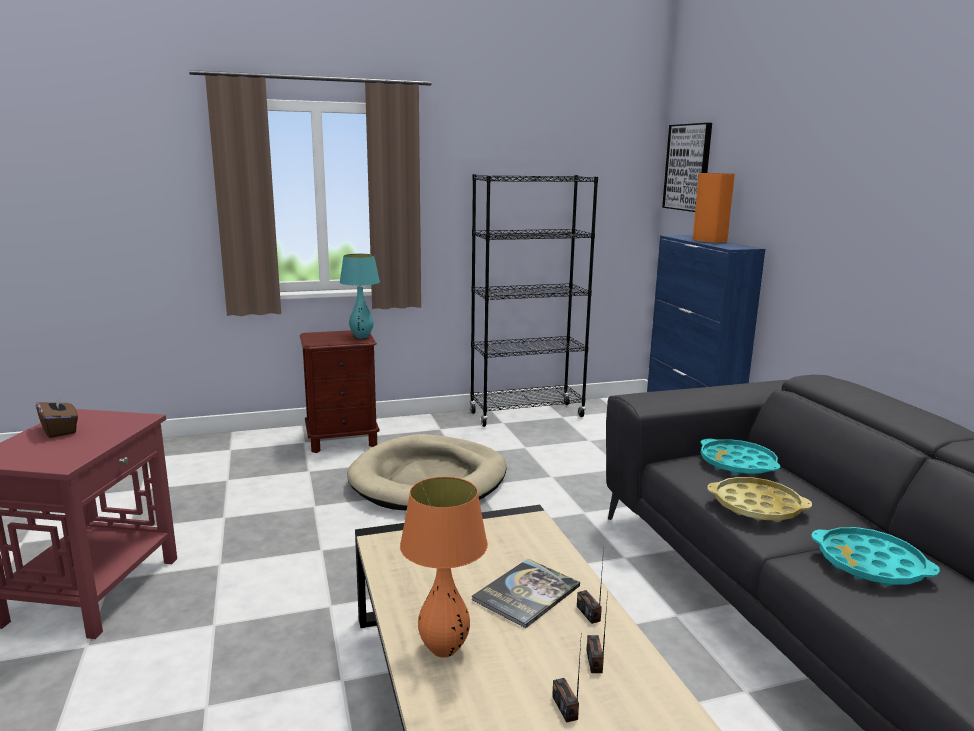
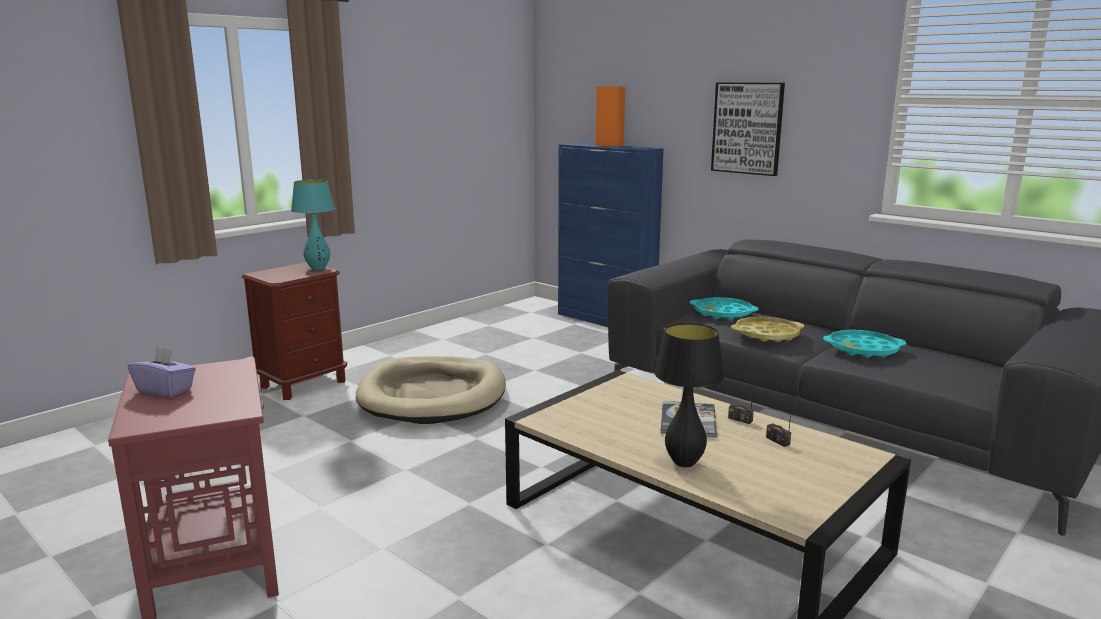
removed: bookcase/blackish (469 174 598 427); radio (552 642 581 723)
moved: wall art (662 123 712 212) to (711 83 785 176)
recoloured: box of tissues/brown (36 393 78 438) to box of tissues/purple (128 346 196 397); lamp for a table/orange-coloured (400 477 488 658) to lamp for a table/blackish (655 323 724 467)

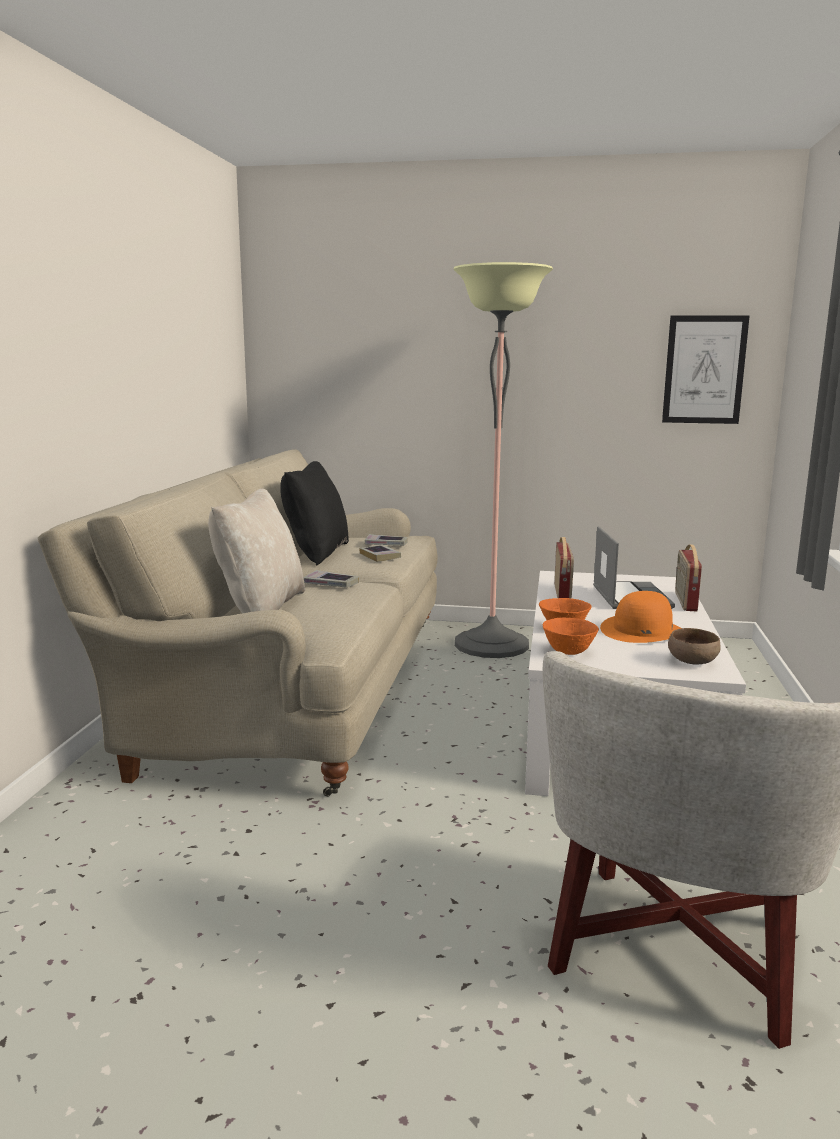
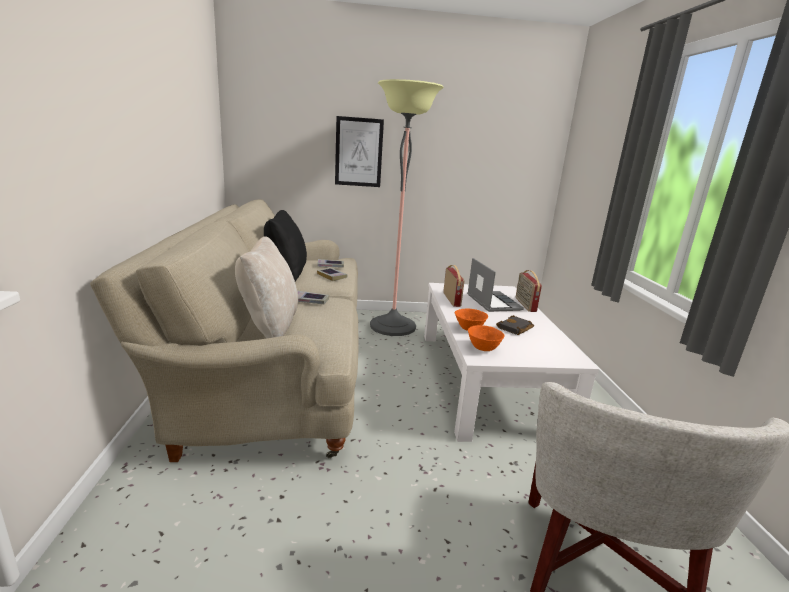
removed: bowl/brown (668 628 720 665)
moved: wall art (662 315 750 424) to (335 116 384 187)
replaced: hat/orange-coloured (600 591 682 643) to book/blackish (496 315 534 335)

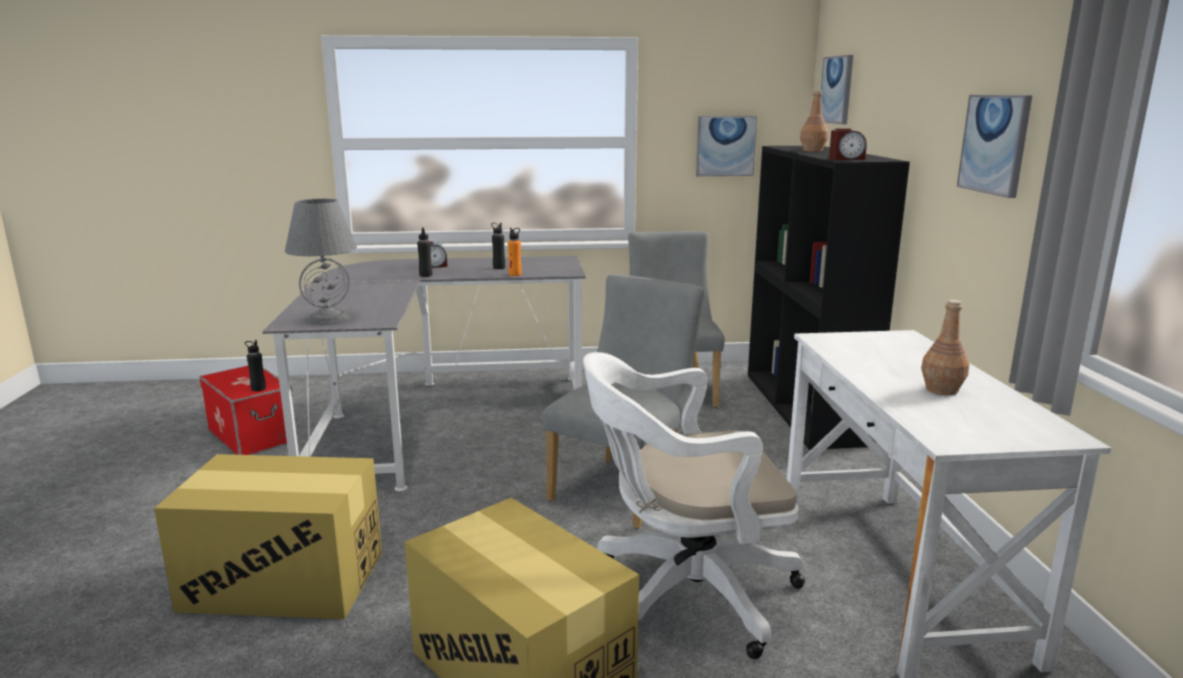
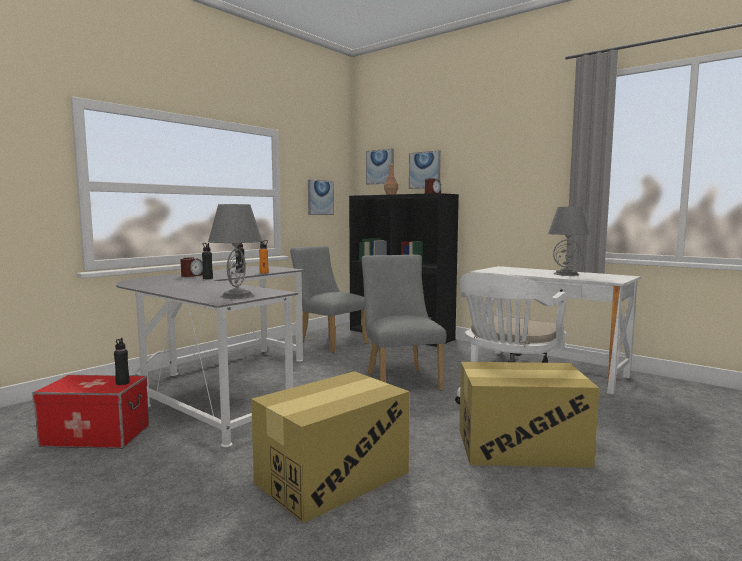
moved: wall art (957 95 1032 198) to (409 150 441 189)
replaced: bottle/brown (921 300 969 395) to lamp for a table/greyish (548 207 589 276)

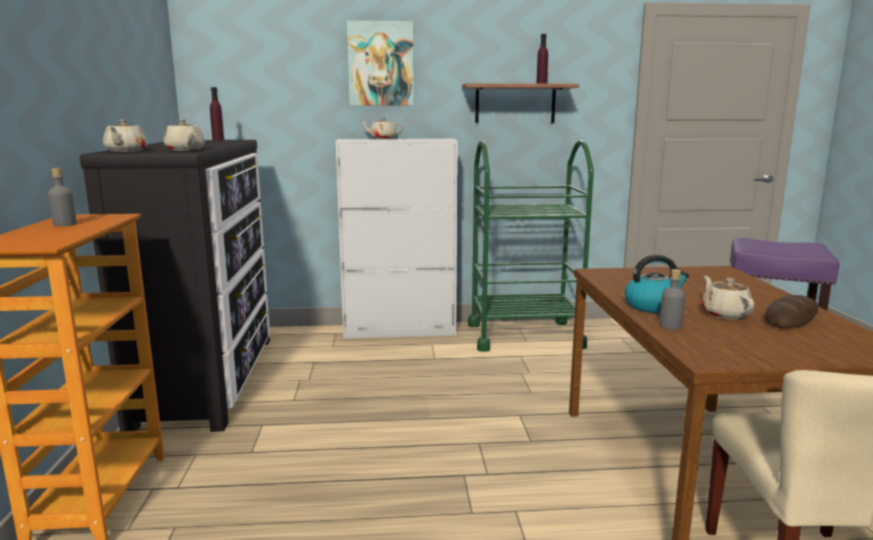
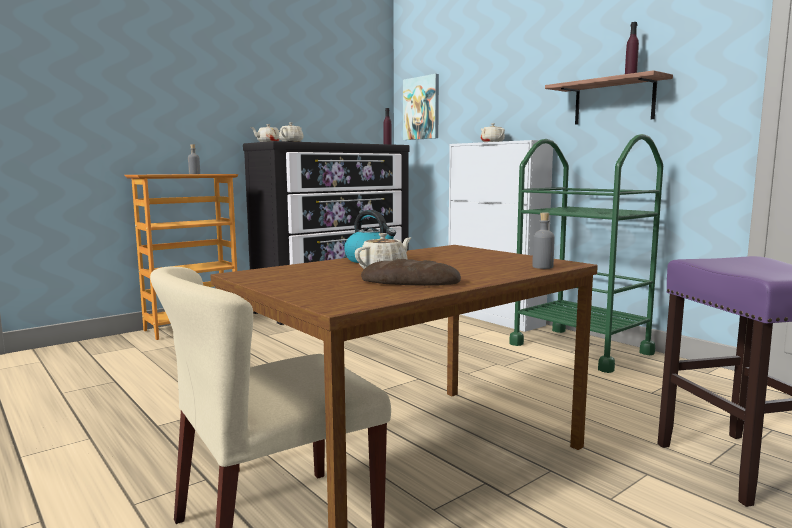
moved: wall art (347 20 414 106) to (403 74 439 140); bottle/greyish (659 269 685 330) to (532 213 555 269)

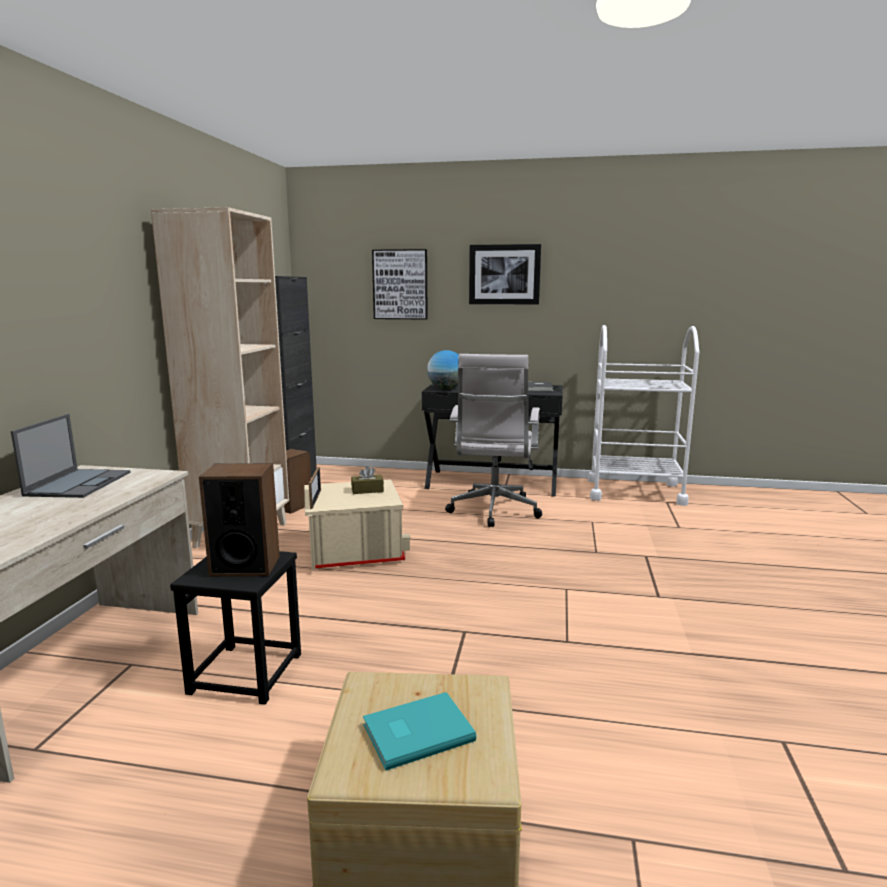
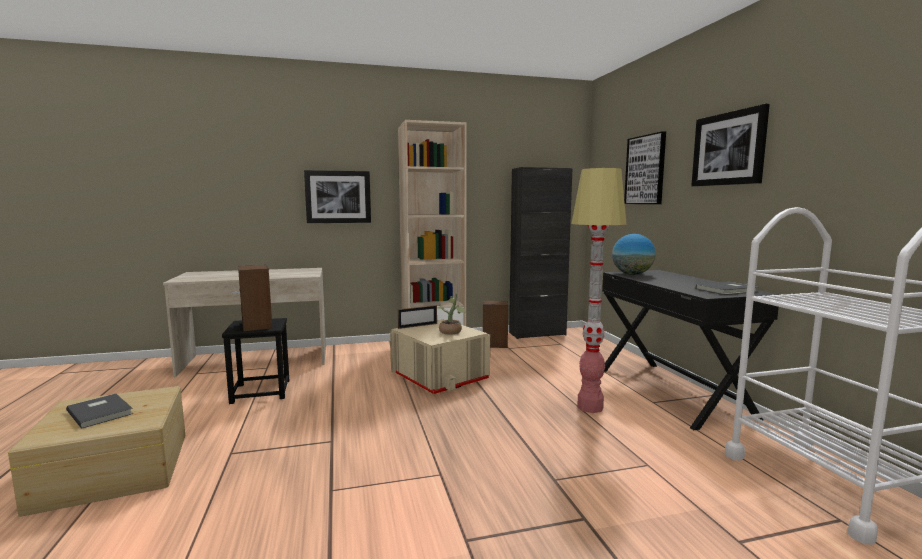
removed: portable computer (11 414 131 498)
added: wall art (304 170 371 223)
replaced: box of tissues/brown (351 466 384 494) to potted plant (438 293 466 334); desk chair/white-coloured (445 354 542 527) to standing lamp (571 168 627 413)
recoloured: book/turquoise (363 692 476 771) to book/greyish (66 394 133 429)

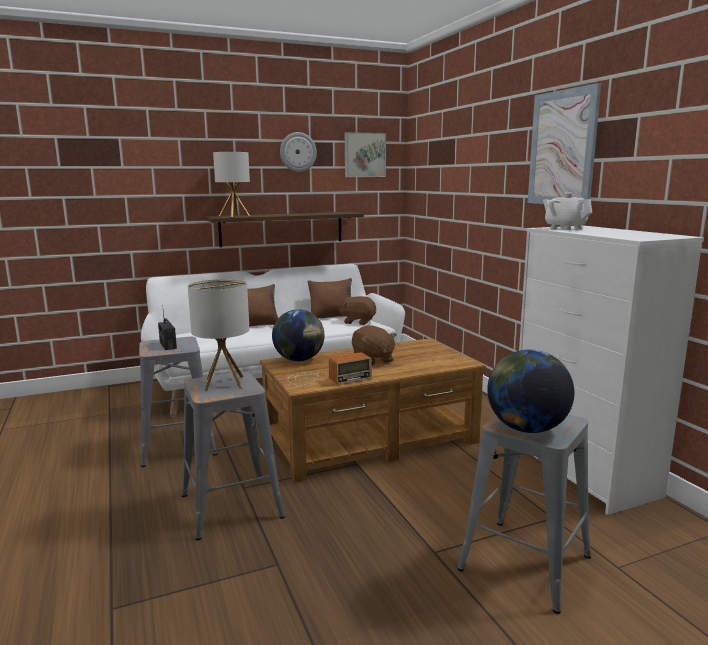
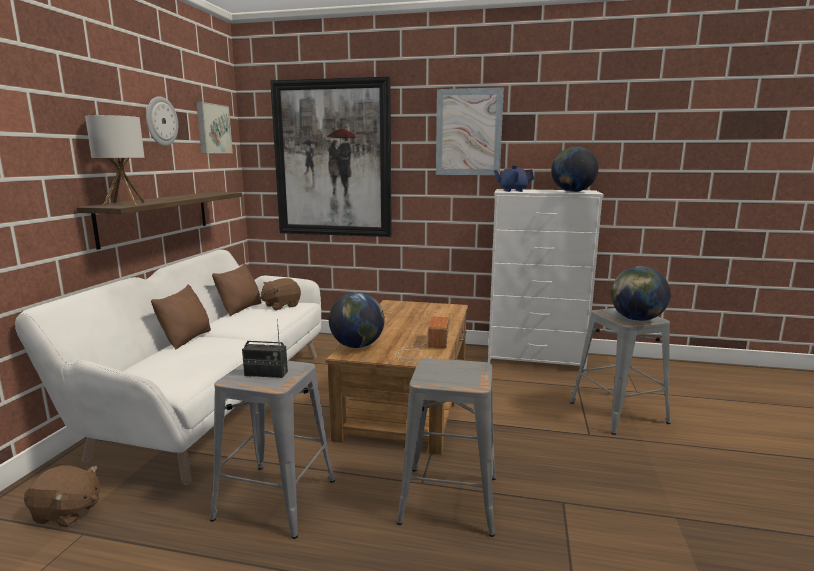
removed: lamp for a table (188 279 250 391)
added: wall art (270 77 392 237); desk globe (551 146 599 192)
moved: soft toy/brown (352 325 397 366) to (24 465 100 527)
recoloured: tea pot/white-coloured (543 193 592 230) to tea pot/blue (494 165 534 192)

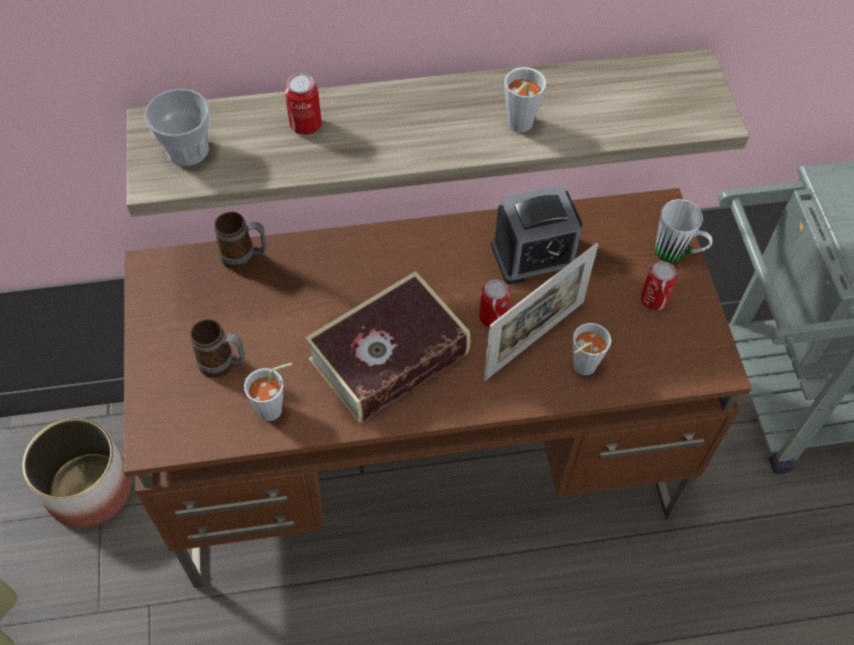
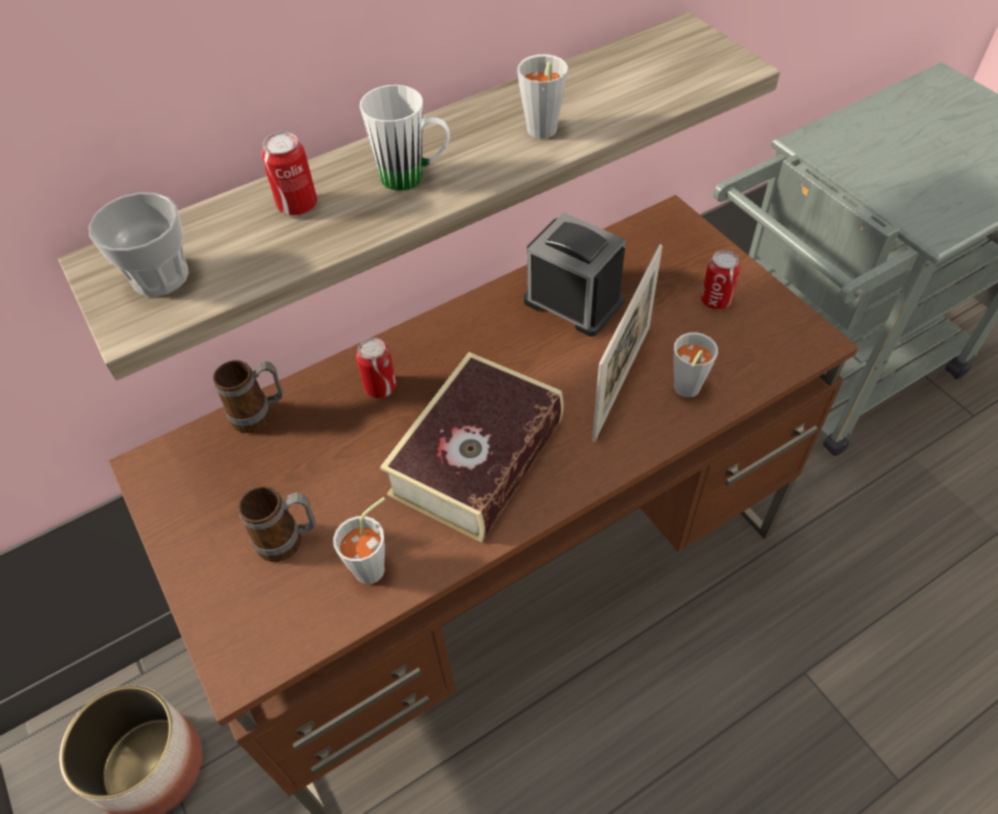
moved: can (479 279 510 327) to (356 338 396 398); coffee mug/white-coloured (655 199 713 263) to (360 85 450 191)
turned: alarm clock (491 185 582 285) = (524 212 626 337) 105 degrees counterclockwise

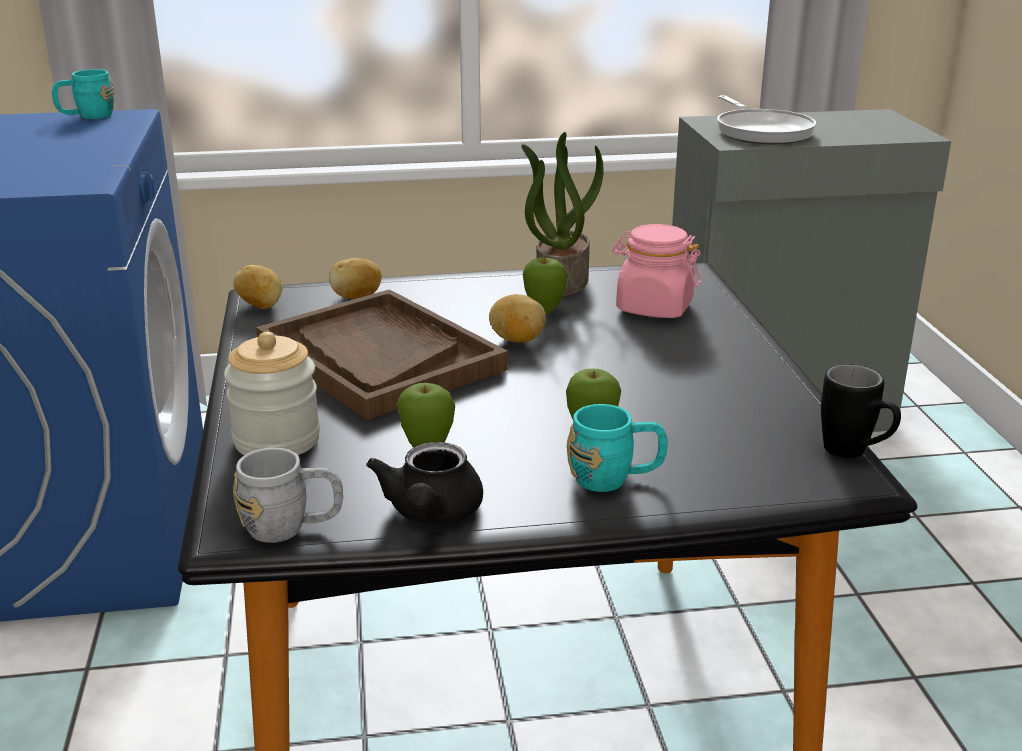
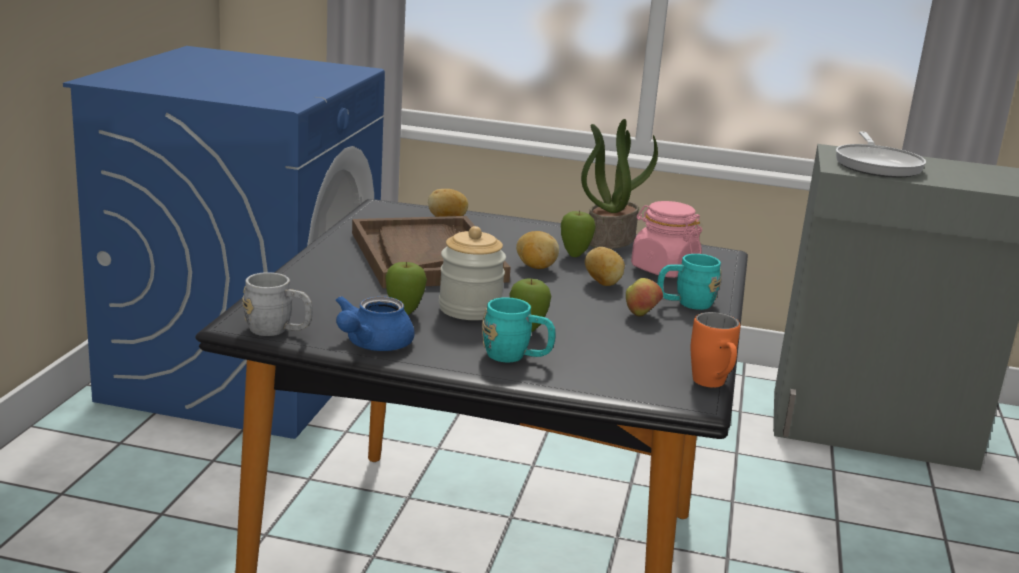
added: whole apple (626 278 663 317)
moved: coffee mug/turquoise (52 69 114 119) to (657 254 721 310); preserve jar (224 332 320 455) to (439 226 506 320); spud (233 265 282 309) to (585 247 625 286)
recoloured: tea pot/blackish (366 442 483 524) to tea pot/blue (335 296 415 351); coffee mug/blackish (821 364 901 458) to coffee mug/orange-coloured (691 312 740 388)

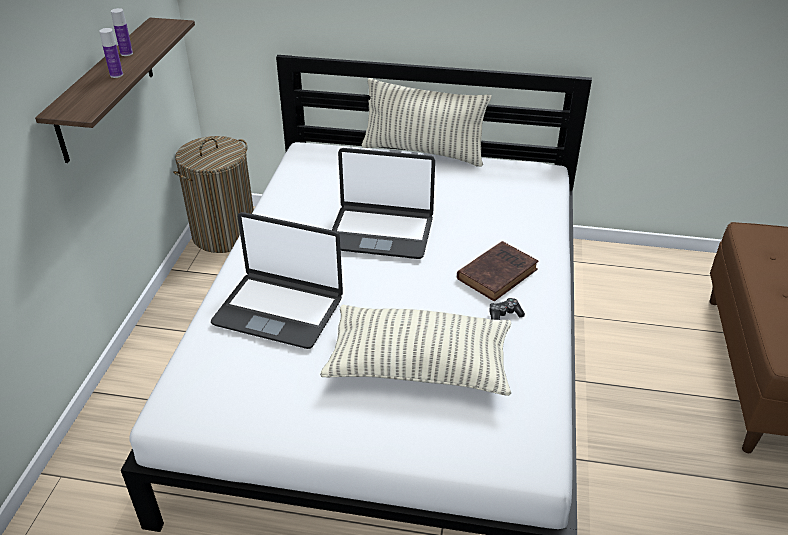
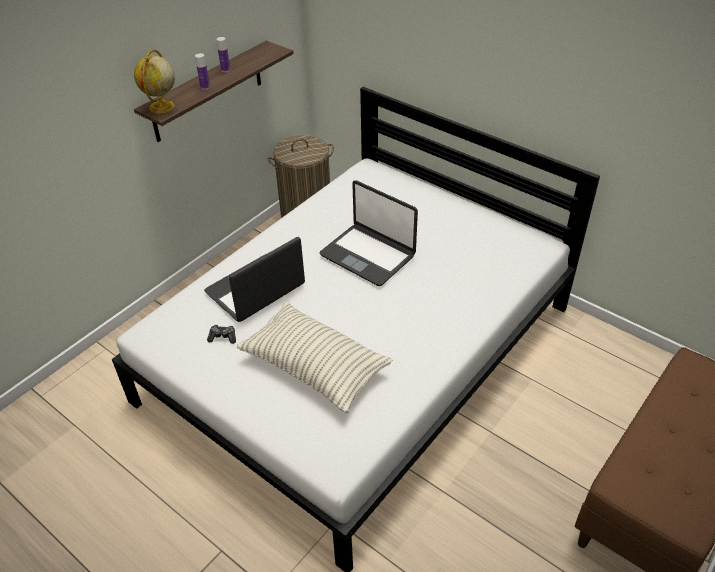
removed: pillow (362 78 491 167); book/brown (457 241 539 301)
added: desk globe (134 49 175 113)
moved: joypad (489 298 525 320) to (207 325 236 344)
turned: portable computer (211 212 343 349) = (204 237 305 322) 90 degrees clockwise

